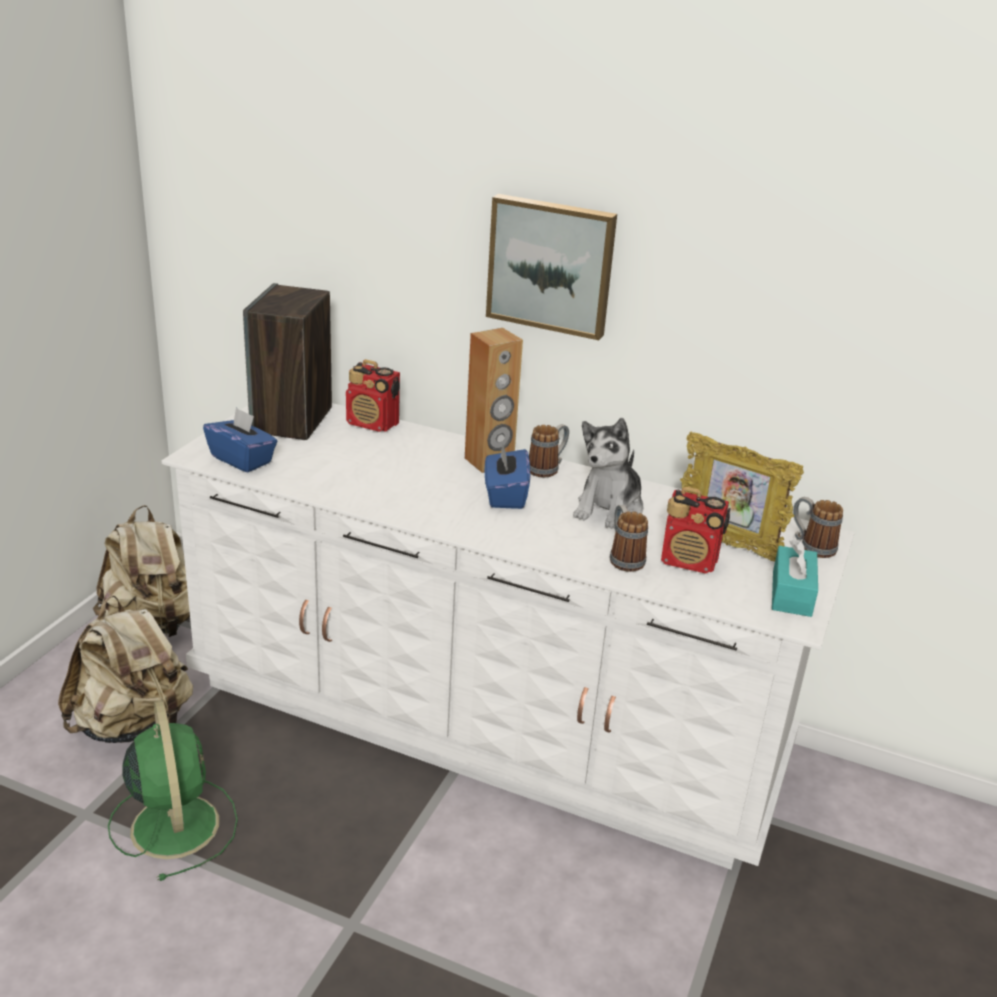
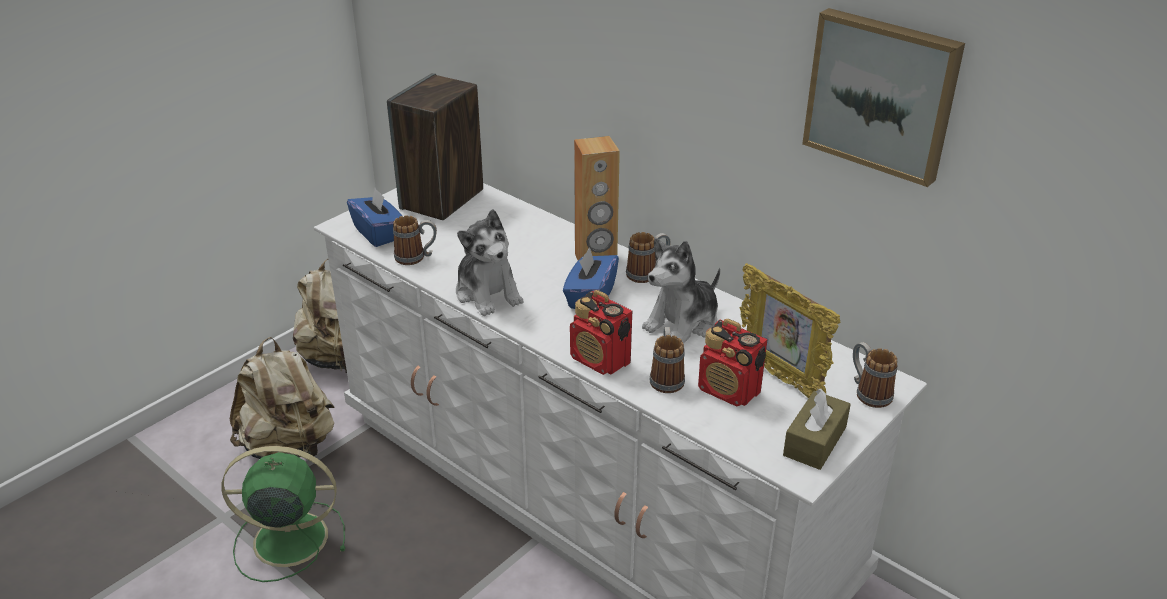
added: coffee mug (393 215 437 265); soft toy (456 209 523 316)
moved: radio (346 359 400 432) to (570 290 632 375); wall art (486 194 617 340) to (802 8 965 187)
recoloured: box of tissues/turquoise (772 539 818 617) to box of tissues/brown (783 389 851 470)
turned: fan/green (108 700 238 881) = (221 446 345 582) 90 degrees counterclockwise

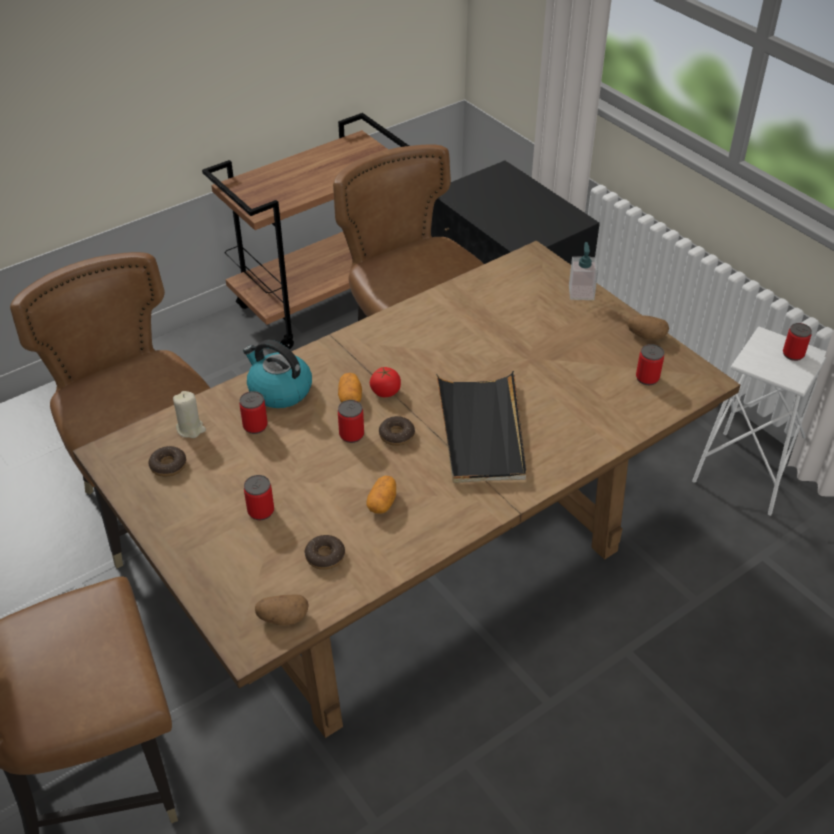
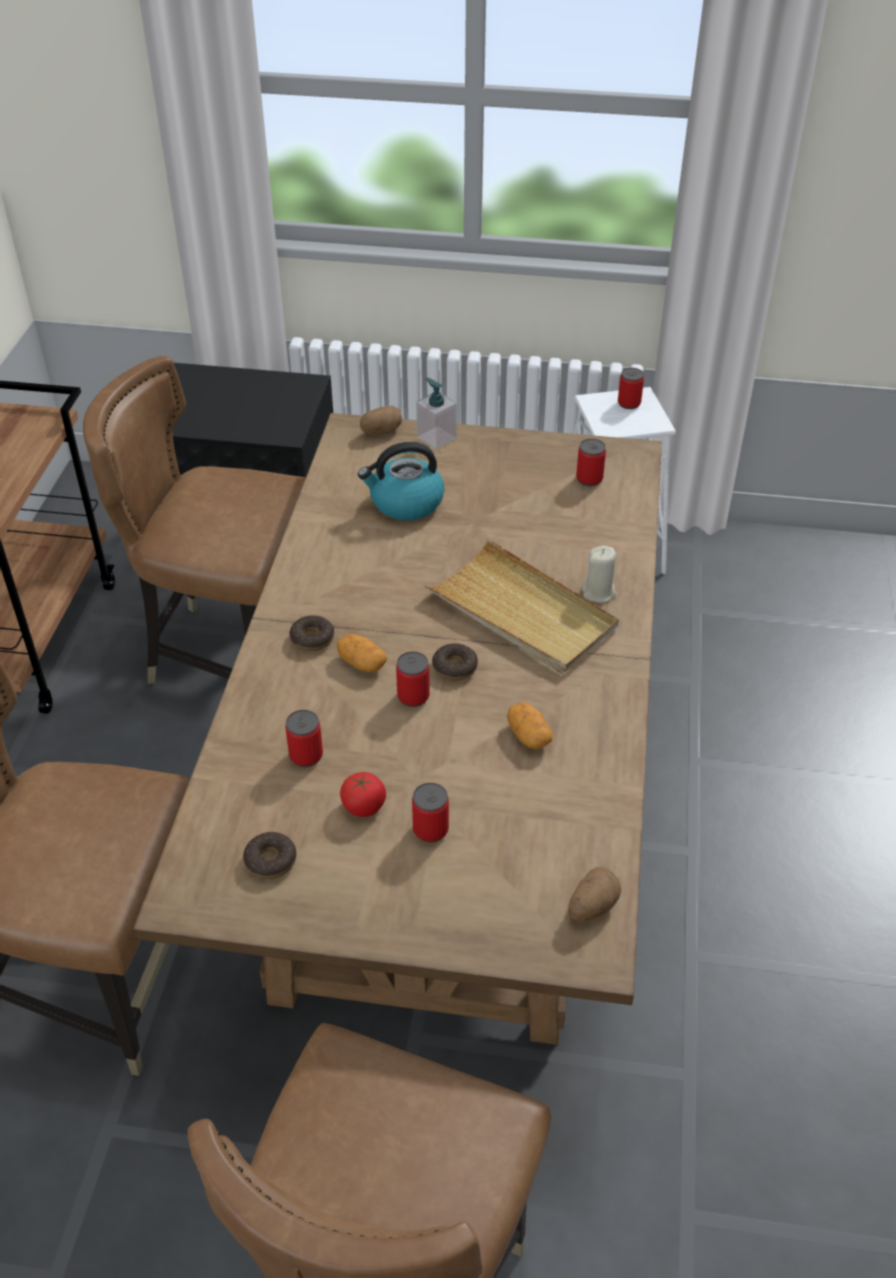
moved: wax candle/beige (173 391 206 438) to (582 546 617 603); water kettle (243 340 312 408) to (358 442 444 520); doughnut (304 535 345 570) to (289 615 334 651); fresh tomato (370 367 401 397) to (340 772 386 817); spud (627 315 669 340) to (360 406 402 435)
recoloured: serving tray/blackish (436 371 526 483) to serving tray/beige (424 538 619 674)

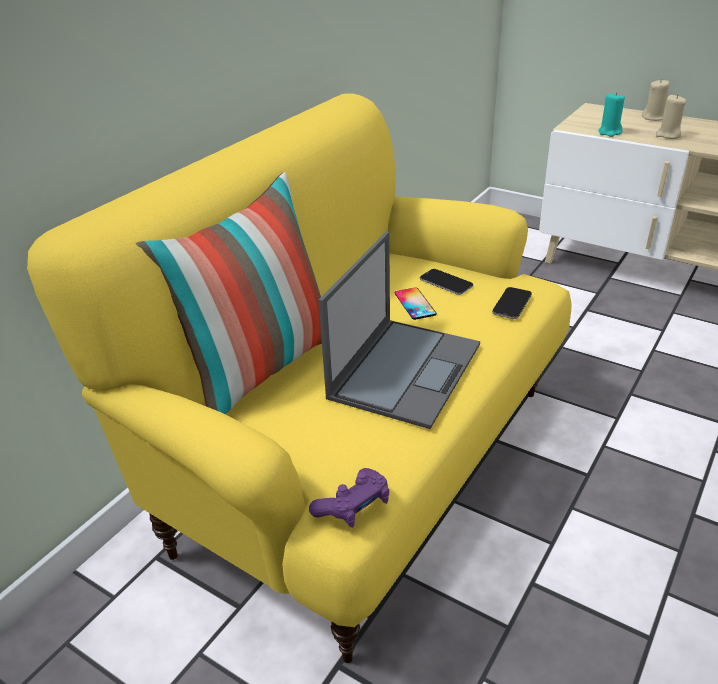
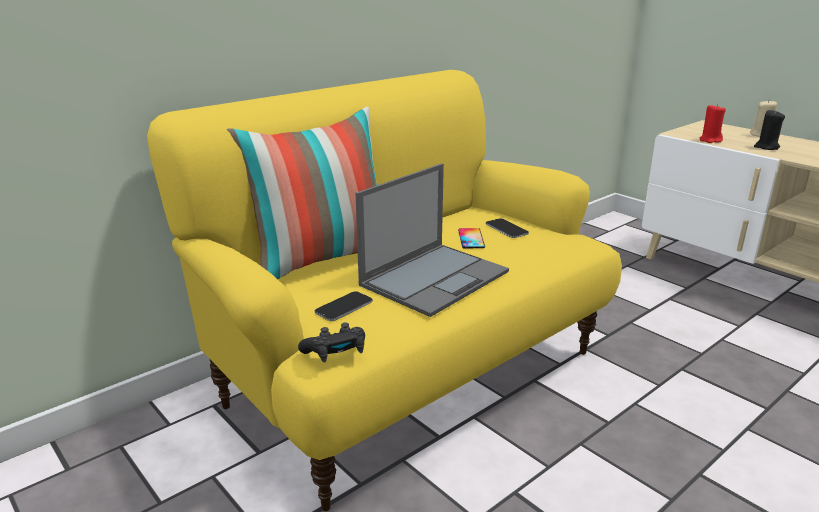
moved: handset (492 287 532 319) to (314 291 373 321)
recoloured: joypad/purple (309 468 389 528) to joypad/blackish (298 322 365 362); wax candle/turquoise (598 92 625 137) to wax candle/red (700 104 726 143); wax candle/beige (656 94 687 139) to wax candle/blackish (754 110 785 150)

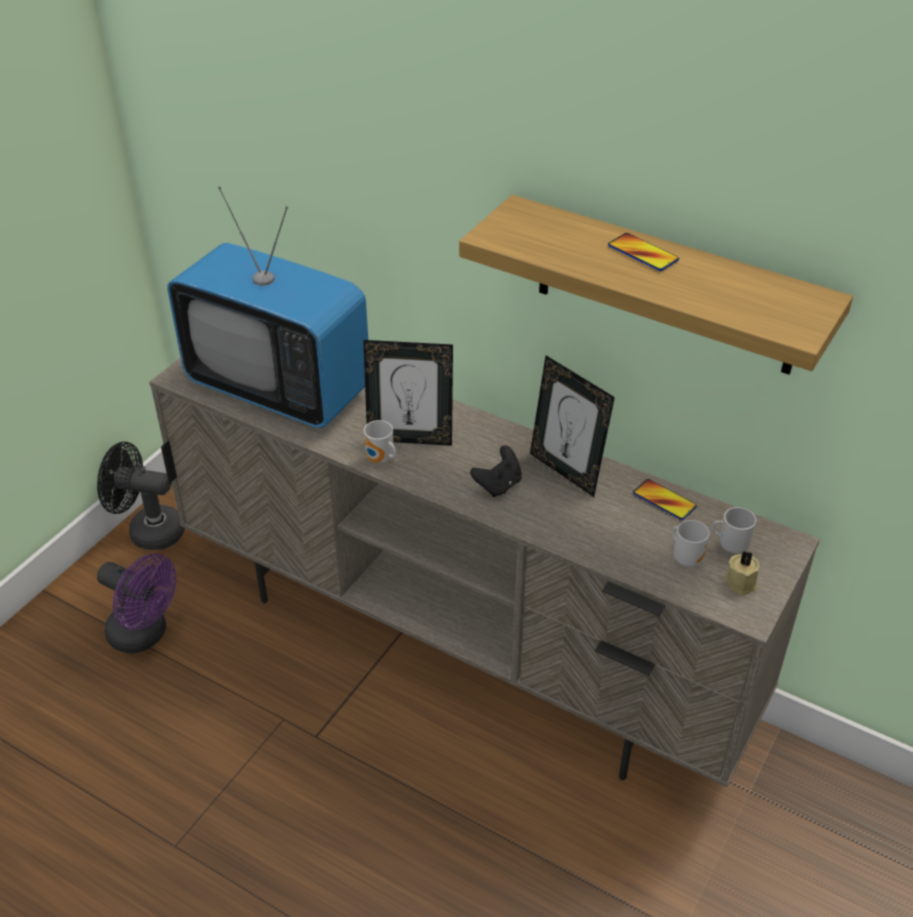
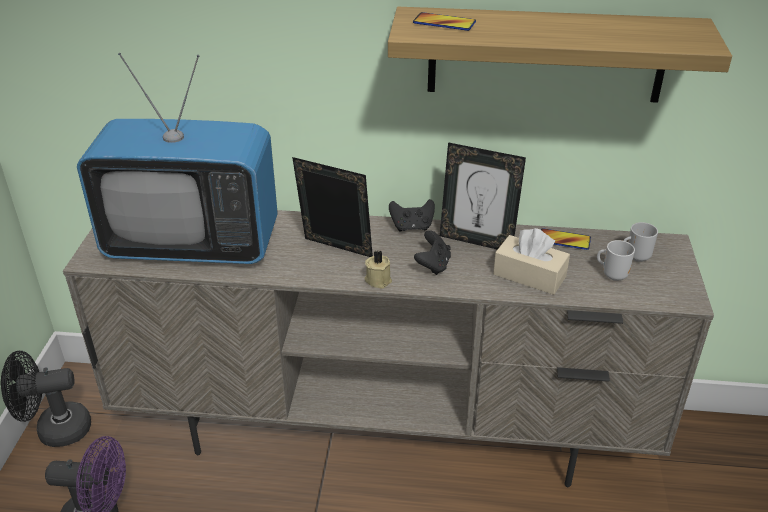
removed: coffee mug (364 420 396 464)
added: joypad/blackish (389 199 435 232); box of tissues/beige (493 228 570 295)
moved: handset (608 233 679 271) to (413 12 476 31); wax candle/beige (725 551 759 595) to (365 251 392 289)
turned: picture frame (363 340 453 446) = (292 157 373 257) 135 degrees counterclockwise

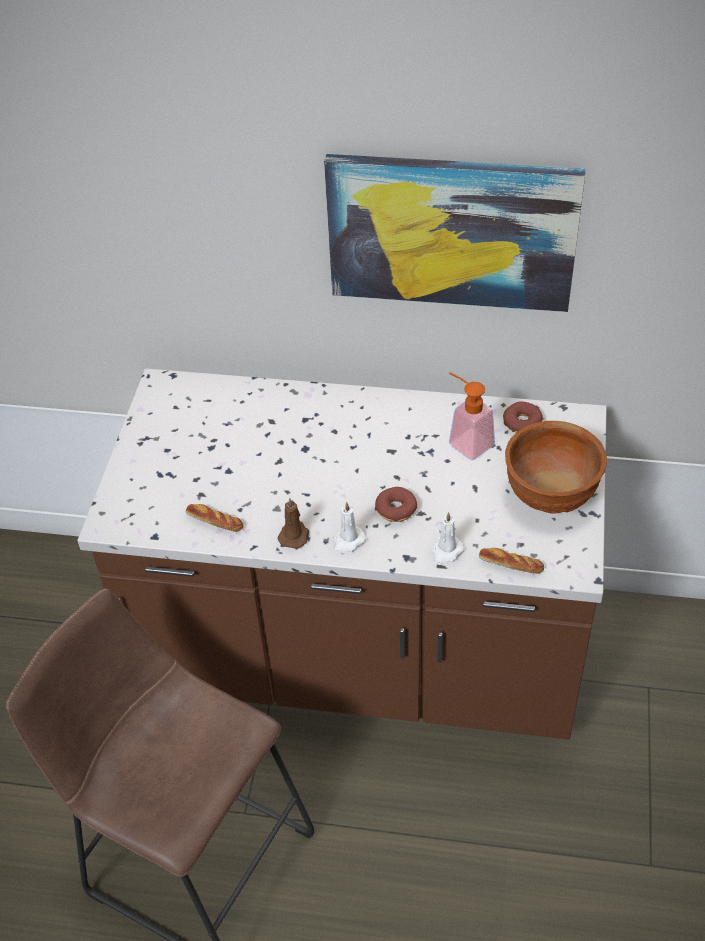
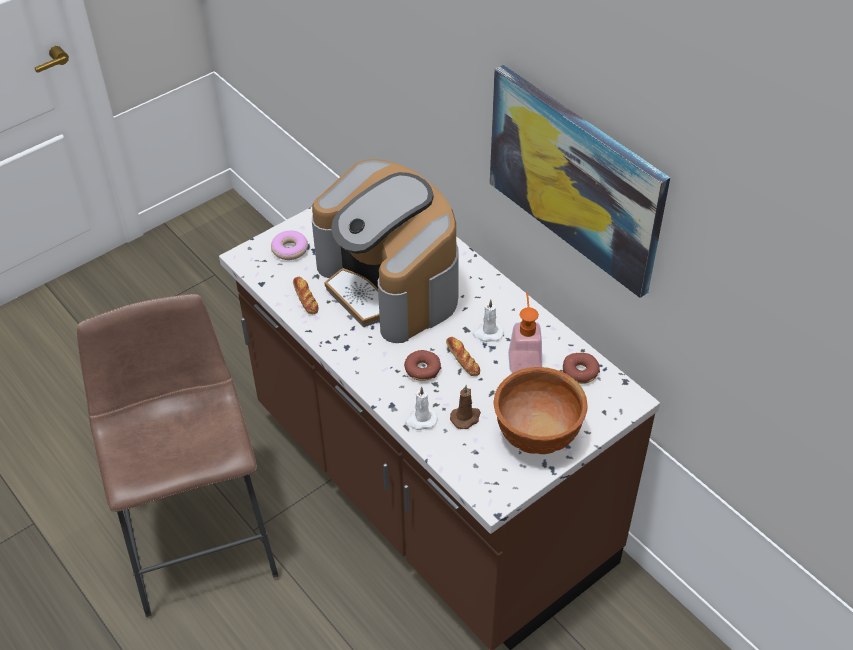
added: doughnut (271 231 308 260); coffee maker (312 159 459 343)
moved: wax candle/brown (278 498 309 549) to (450 385 481 429); wax candle/white-coloured (333 502 366 554) to (472 299 503 342); bakery bread (479 548 544 574) to (446 337 480 376)

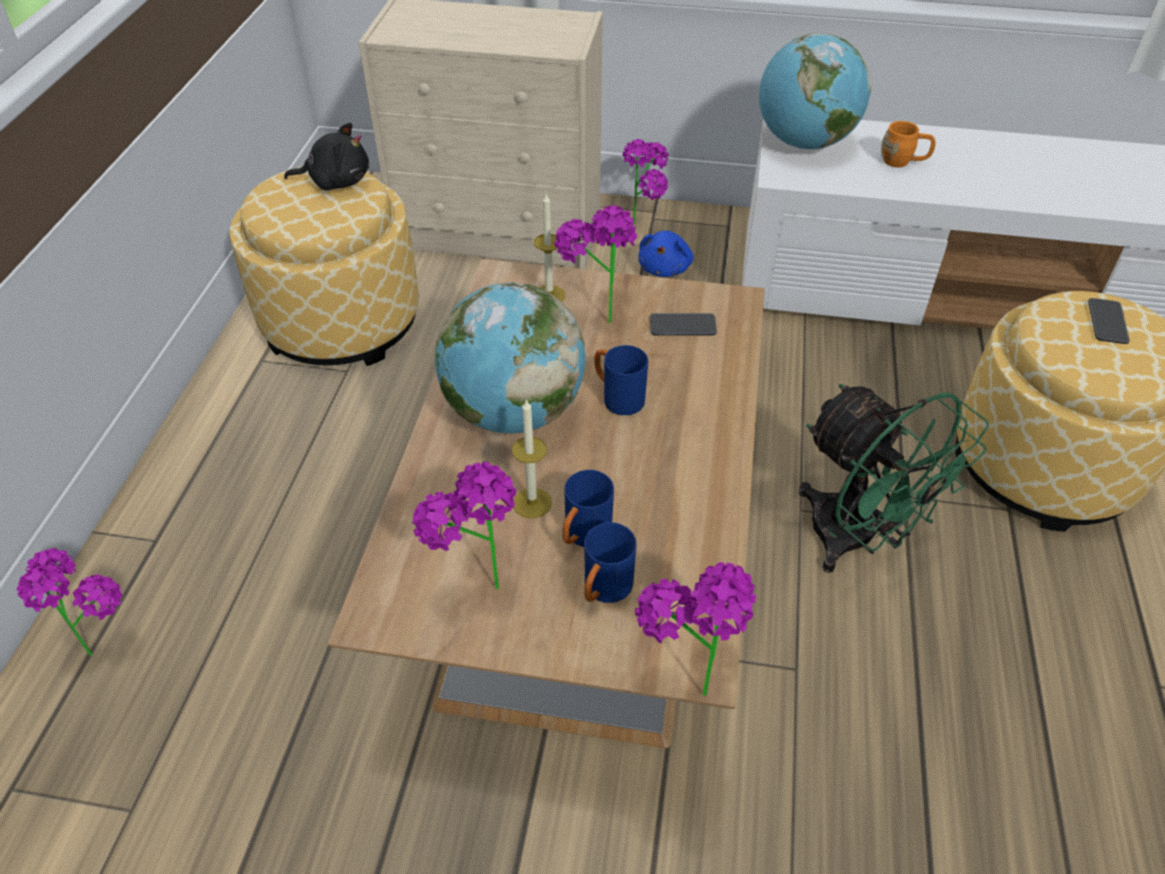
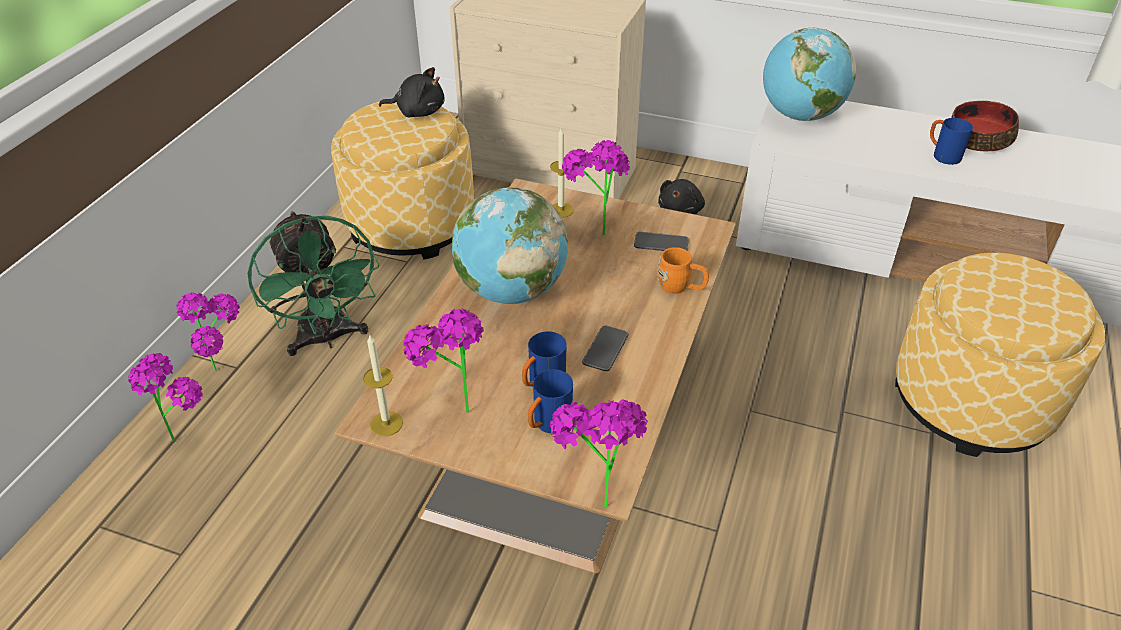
added: bowl (951 101 1019 151)
moved: wax candle (512 399 552 518) to (363 335 403 436); coffee mug/blue (595 345 648 415) to (930 118 973 165); potted plant (623 139 669 224) to (176 292 240 371); fan/green (799 384 989 573) to (247 211 380 356); coffee mug/orange-coloured (881 121 936 167) to (657 247 709 294); handset (1088 298 1130 344) to (582 325 628 371)
recoloured: soft toy/blue (638 231 694 277) to soft toy/blackish (658 179 705 214)

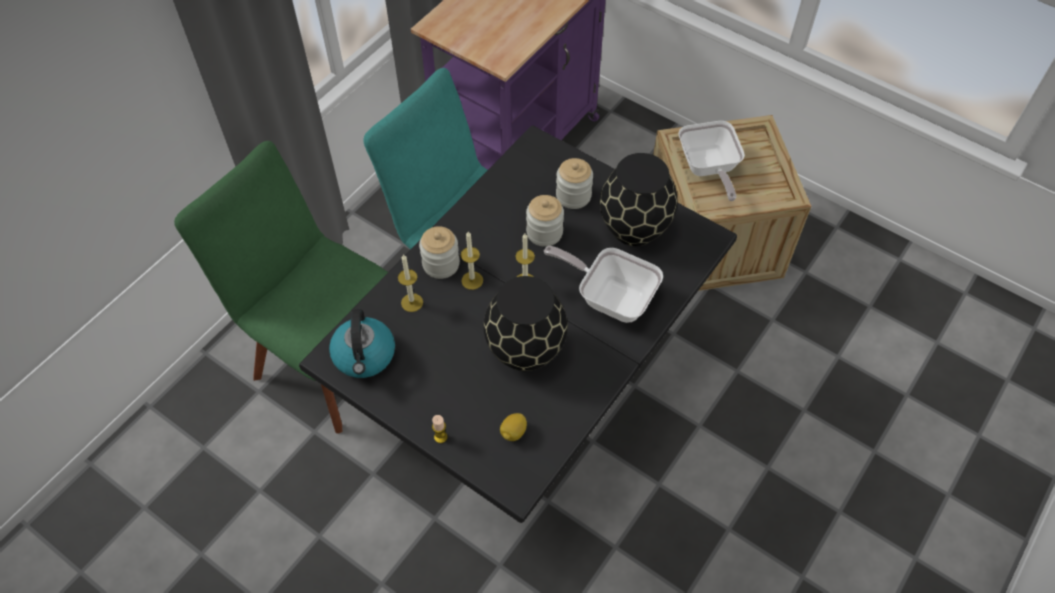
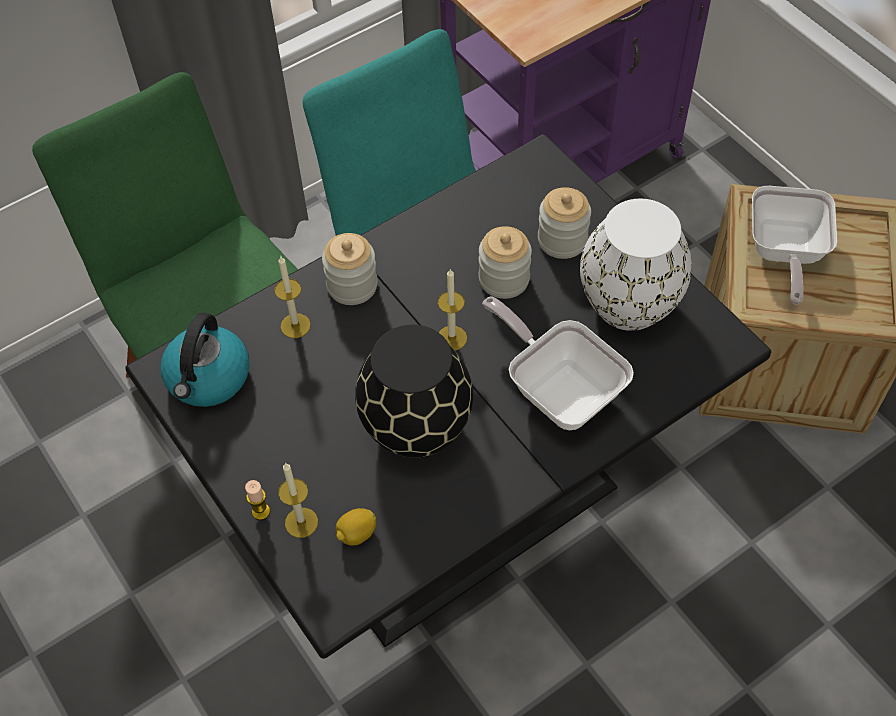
moved: wax candle (461 232 483 290) to (278 463 318 538)
recoloured: decorative vase/blackish (600 153 677 246) to decorative vase/white-coloured (580 199 692 331)

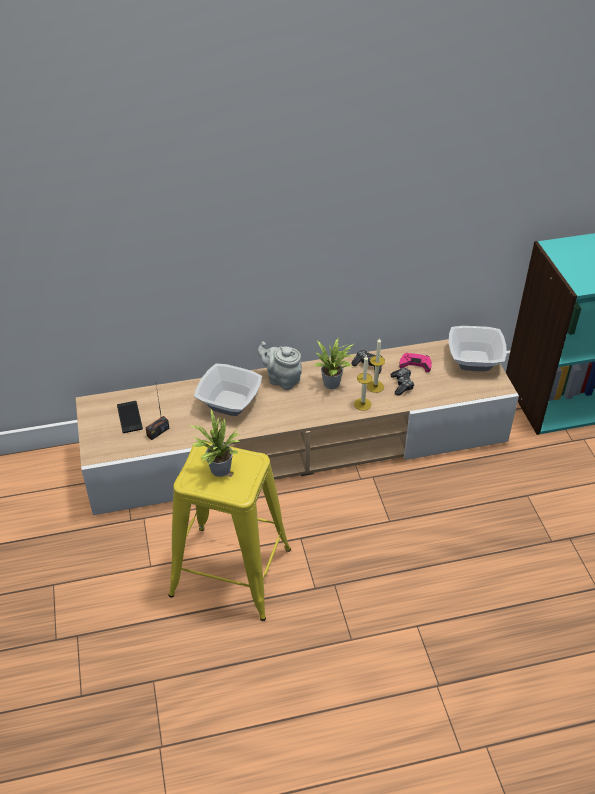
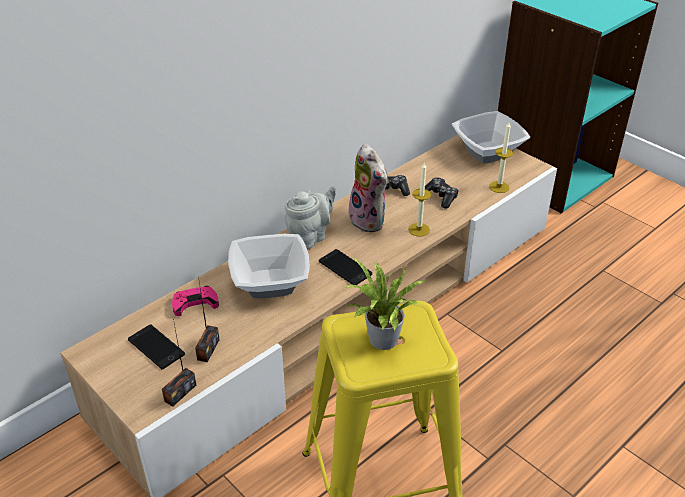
added: radio (162 319 196 407); handset (319 249 372 285)
moved: wax candle (367 338 385 393) to (489 122 513 193); joypad/pinkish (399 353 432 372) to (172 286 219 316)
replaced: potted plant (314 338 355 389) to soft toy (346 144 388 232)
turned: tea pot/greyish (257 342 302 390) = (285 186 335 250) 135 degrees clockwise

